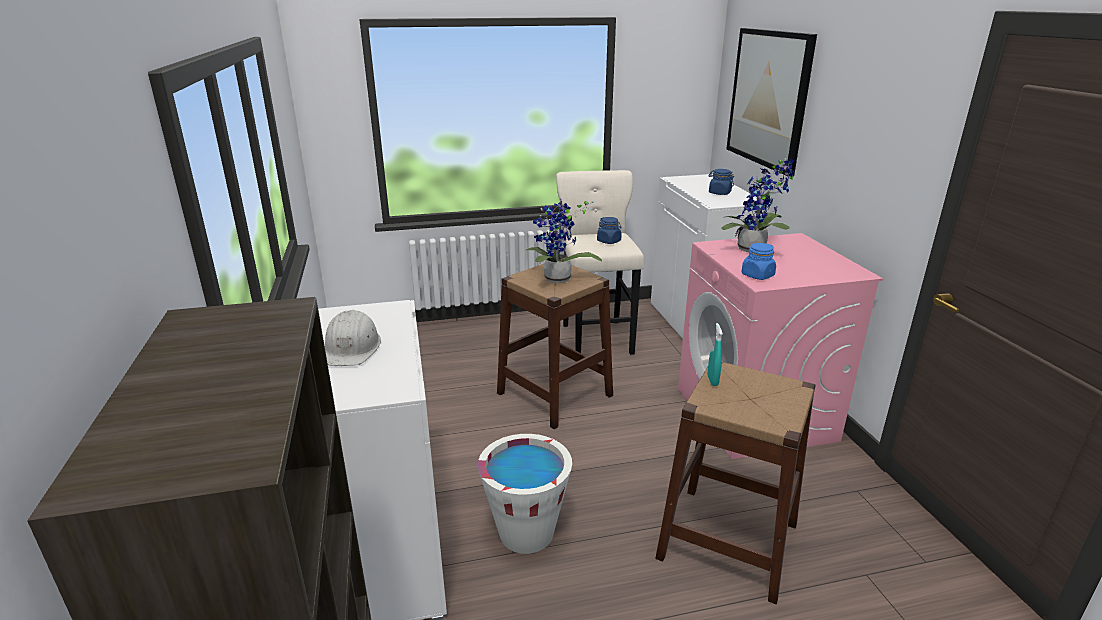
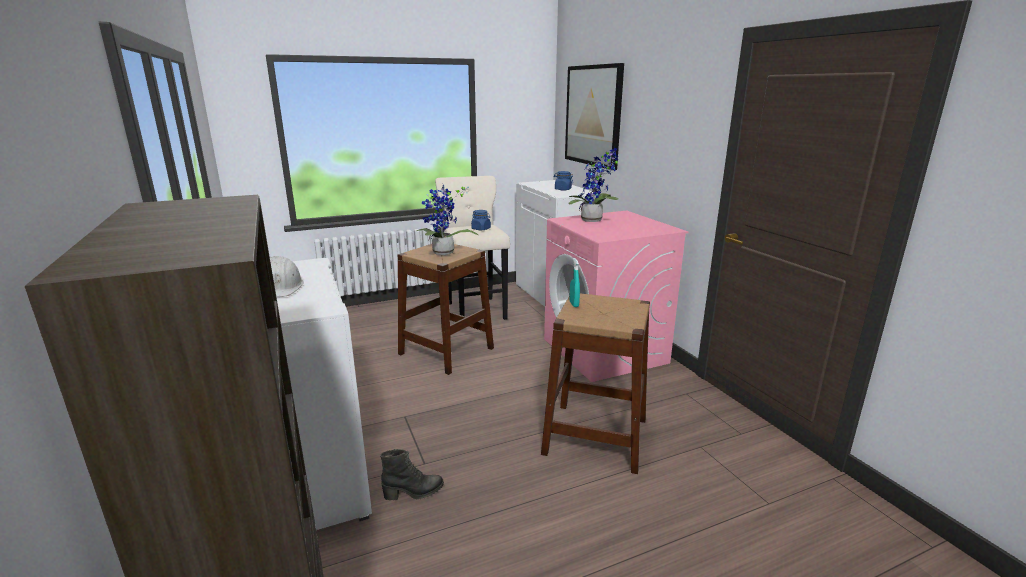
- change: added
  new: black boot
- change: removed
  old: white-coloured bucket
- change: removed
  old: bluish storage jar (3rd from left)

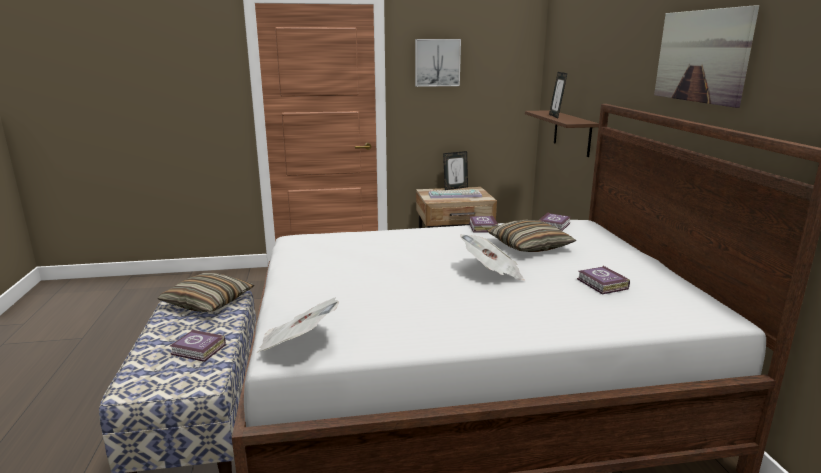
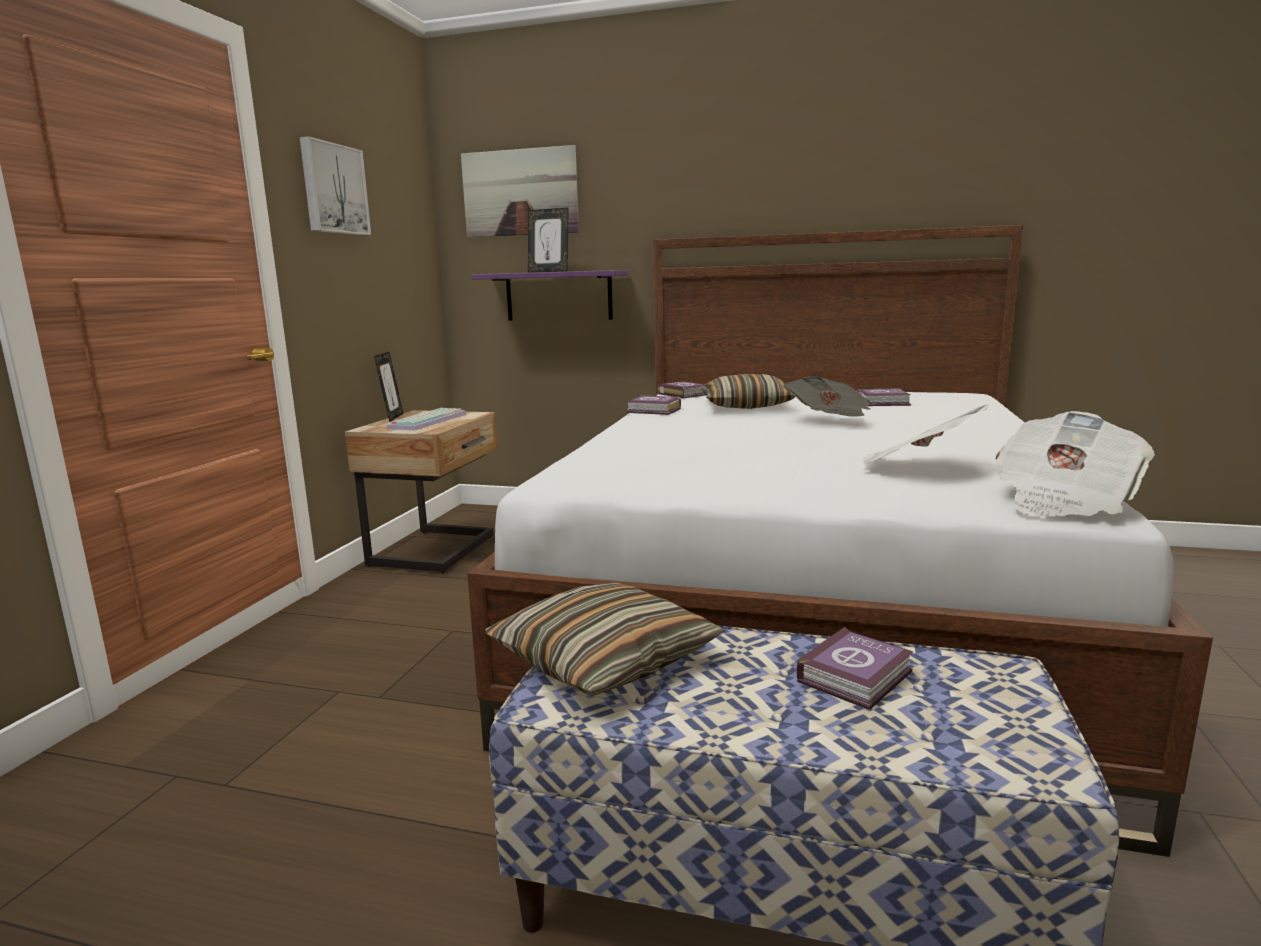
- change: moved
  old: wall art (2nd from left)
- change: recoloured
  old: brown shelf
  new: purple-coloured shelf
- change: added
  new: daily paper (2nd from left)

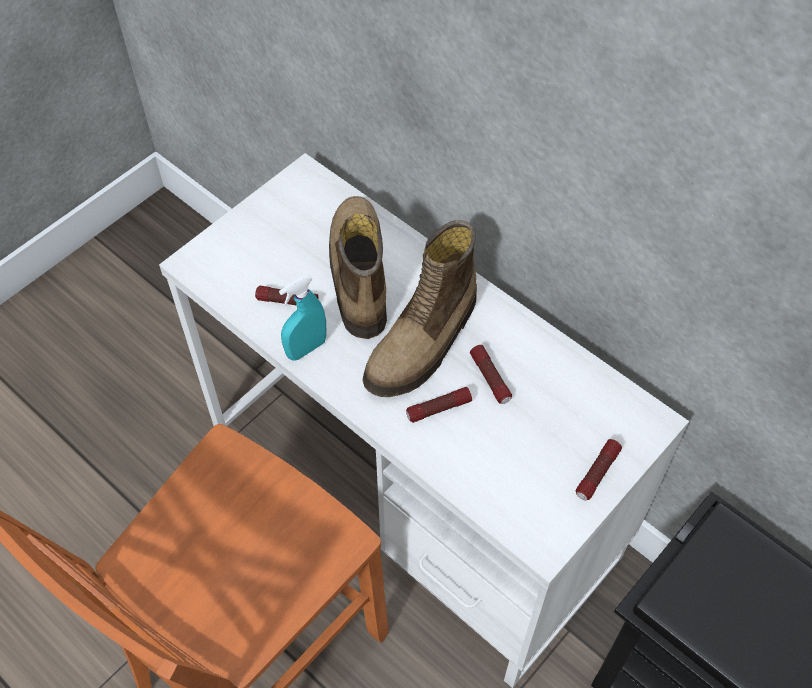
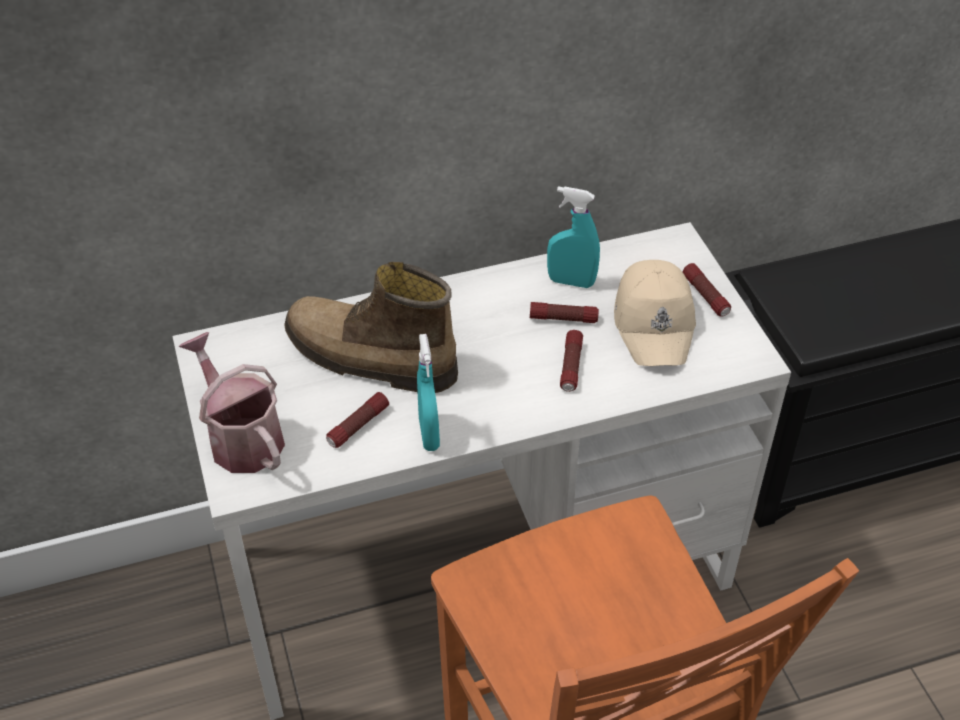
- change: added
  new: watering can
- change: added
  new: blue-green sprayer (2nd from left)
- change: added
  new: beige-coloured baseball cap
- change: removed
  old: boot (2nd from left)

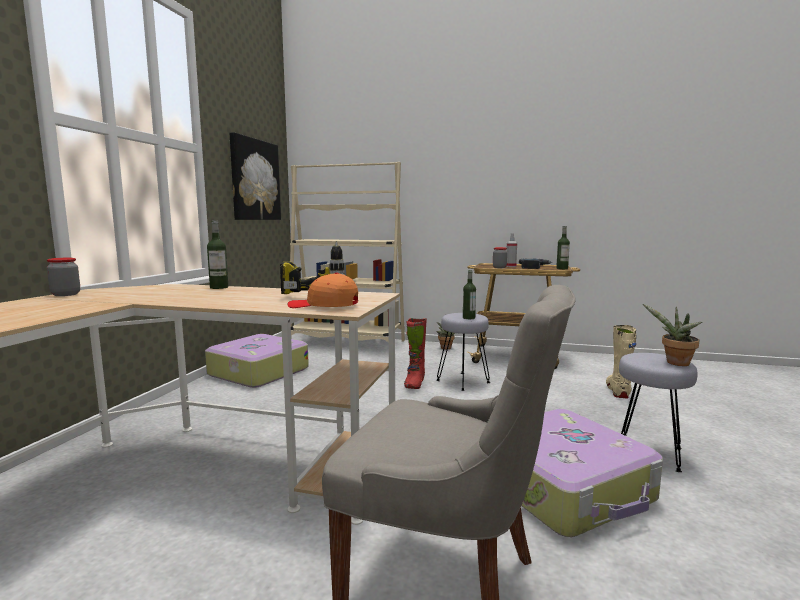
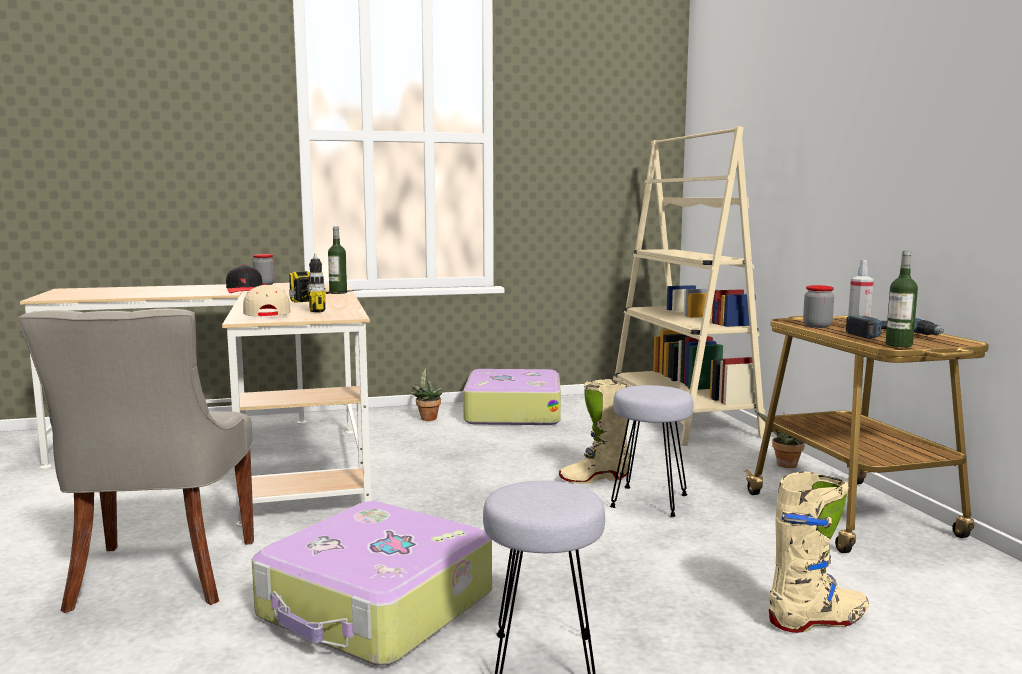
- change: added
  new: black baseball cap
- change: recoloured
  old: orange baseball cap
  new: beige-coloured baseball cap
- change: moved
  old: houseplant (2nd from left in the first image)
  new: houseplant (1st from left)
- change: recoloured
  old: reddish boot
  new: beige-coloured boot (1st from left)
- change: removed
  old: wall art
- change: removed
  old: bottle (2nd from left)

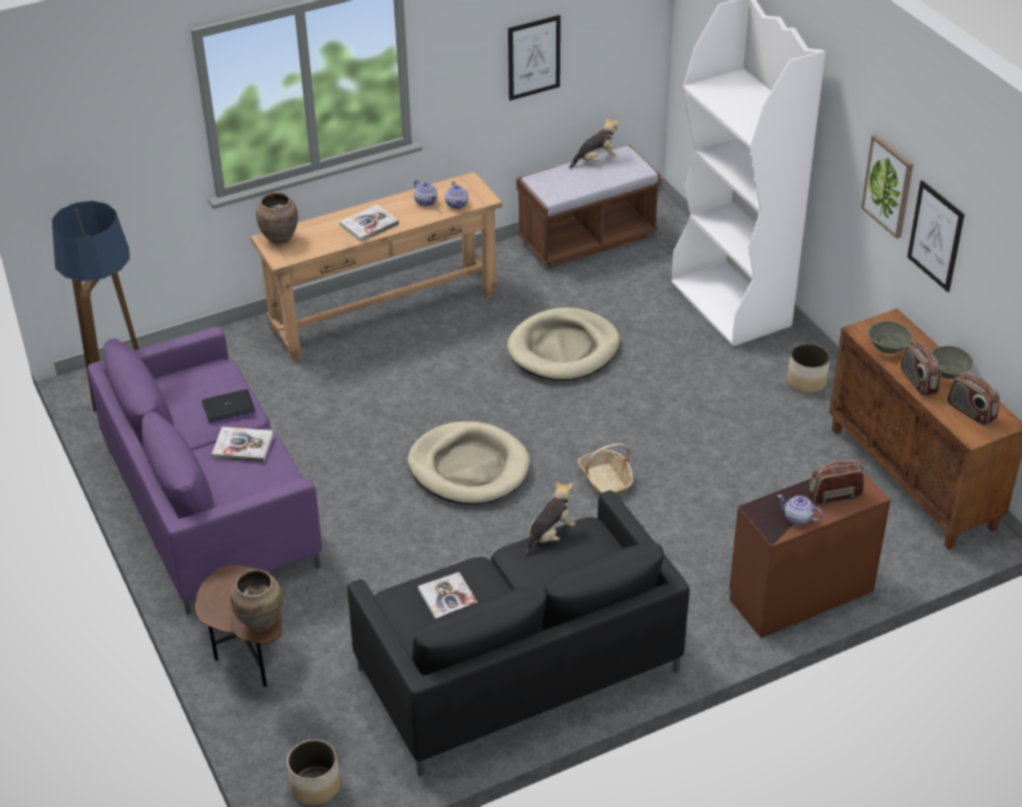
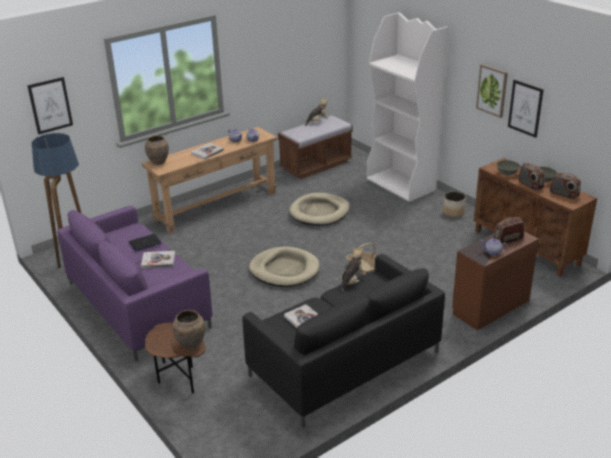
- change: moved
  old: wall art (1st from left)
- change: removed
  old: plant pot (1st from left)

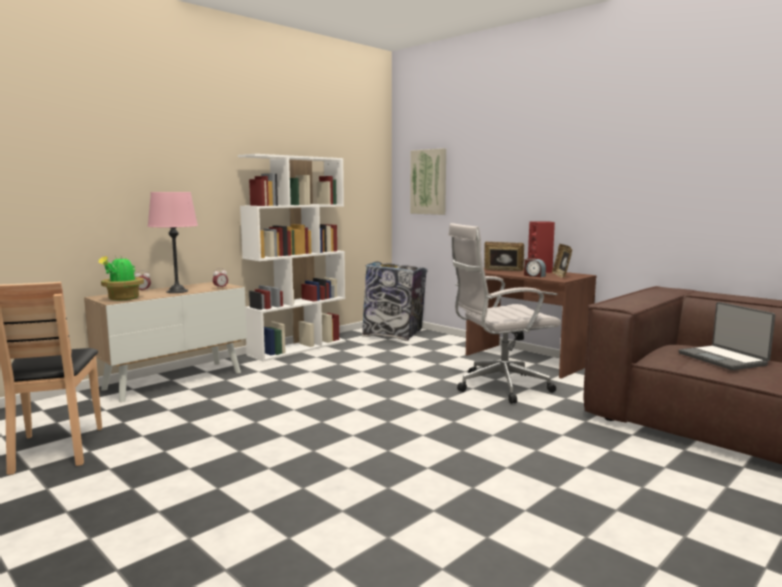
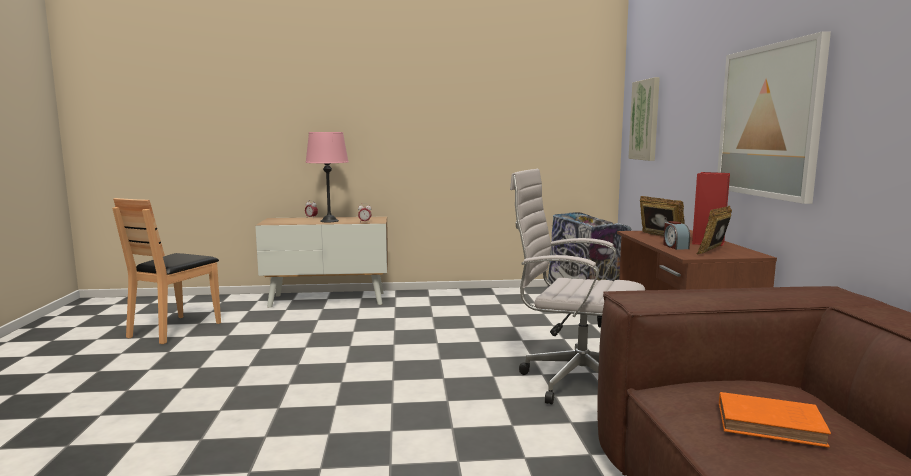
- change: added
  new: wall art (2nd from left)
- change: replaced
  old: notebook computer
  new: orange book
- change: removed
  old: houseplant
- change: removed
  old: white-coloured shelving unit

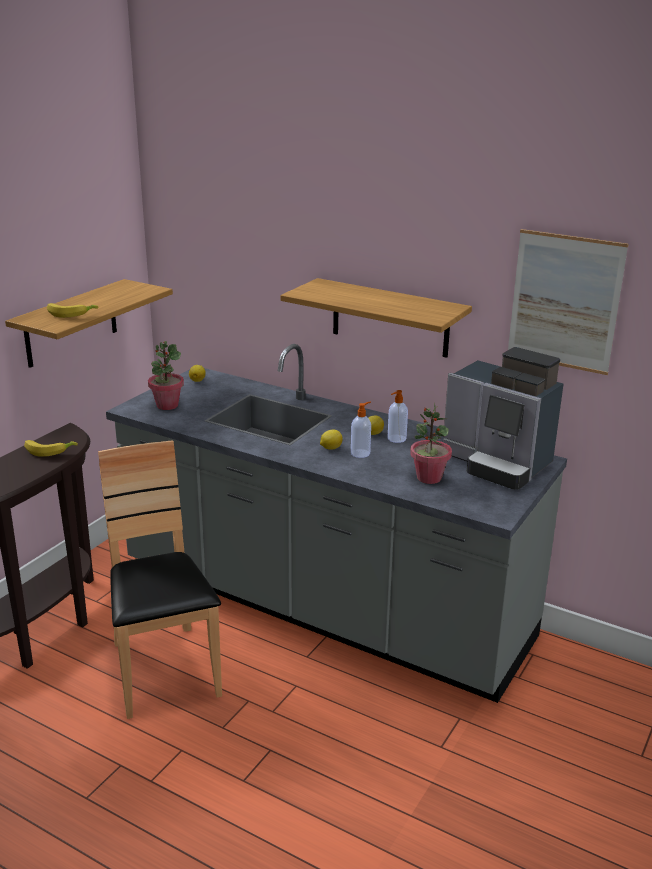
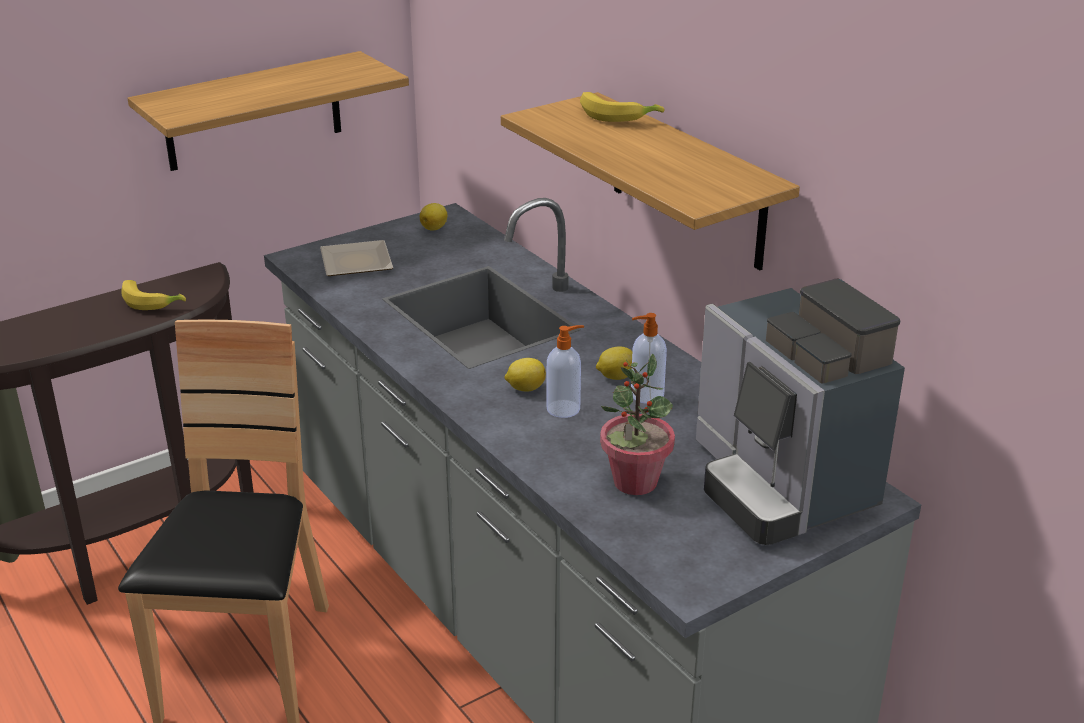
- change: replaced
  old: houseplant (1st from left)
  new: flat dish
- change: moved
  old: whole banana (2nd from left)
- change: removed
  old: wall art

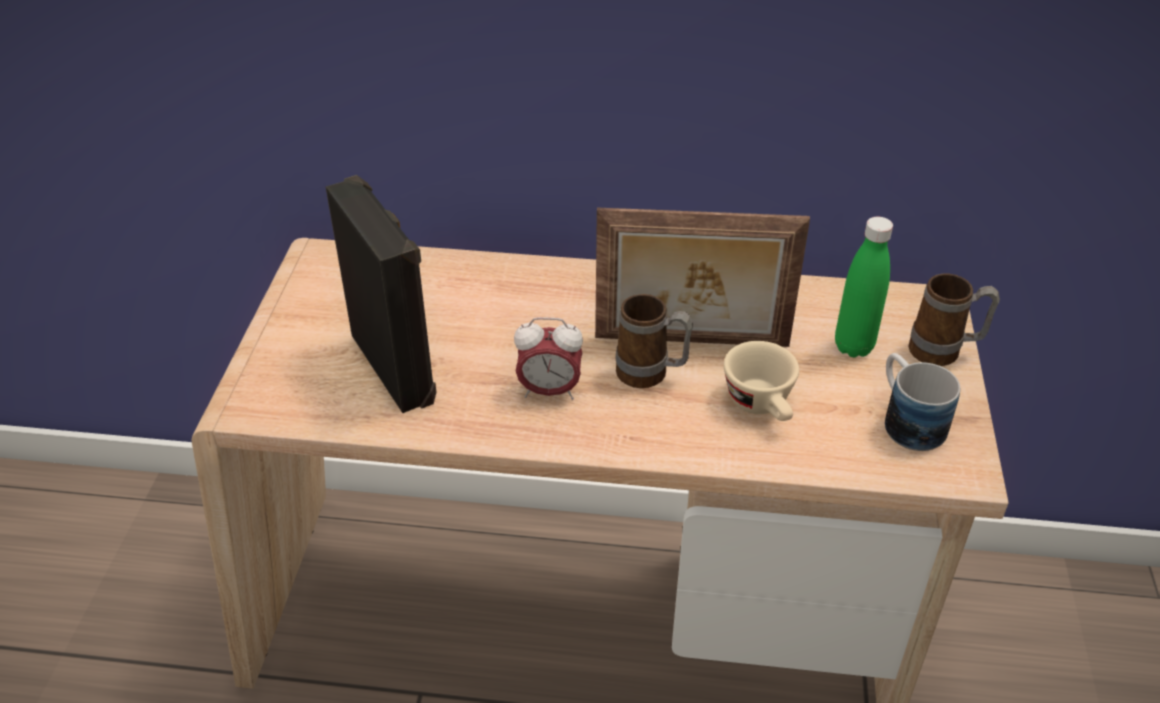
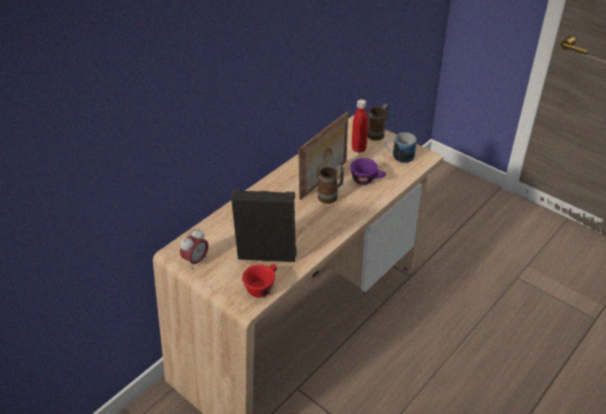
- change: moved
  old: bedside clock
- change: added
  new: reddish small cup
- change: recoloured
  old: beige-coloured small cup
  new: purple-coloured small cup
- change: recoloured
  old: greenish bottle
  new: reddish bottle

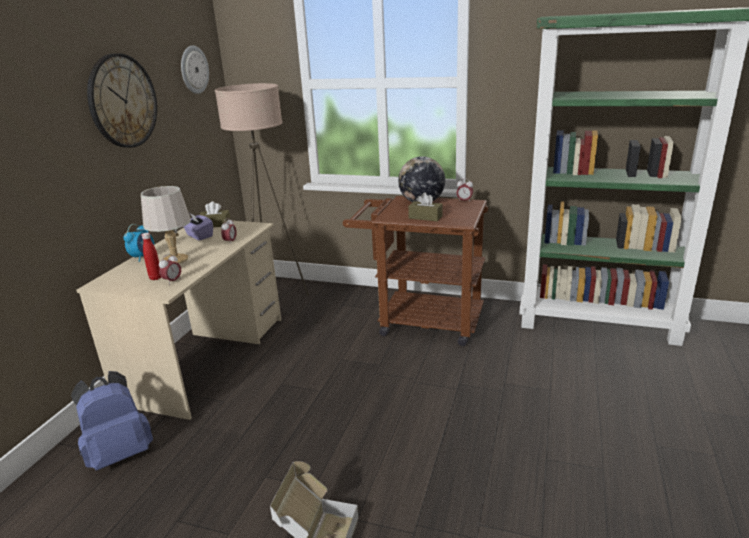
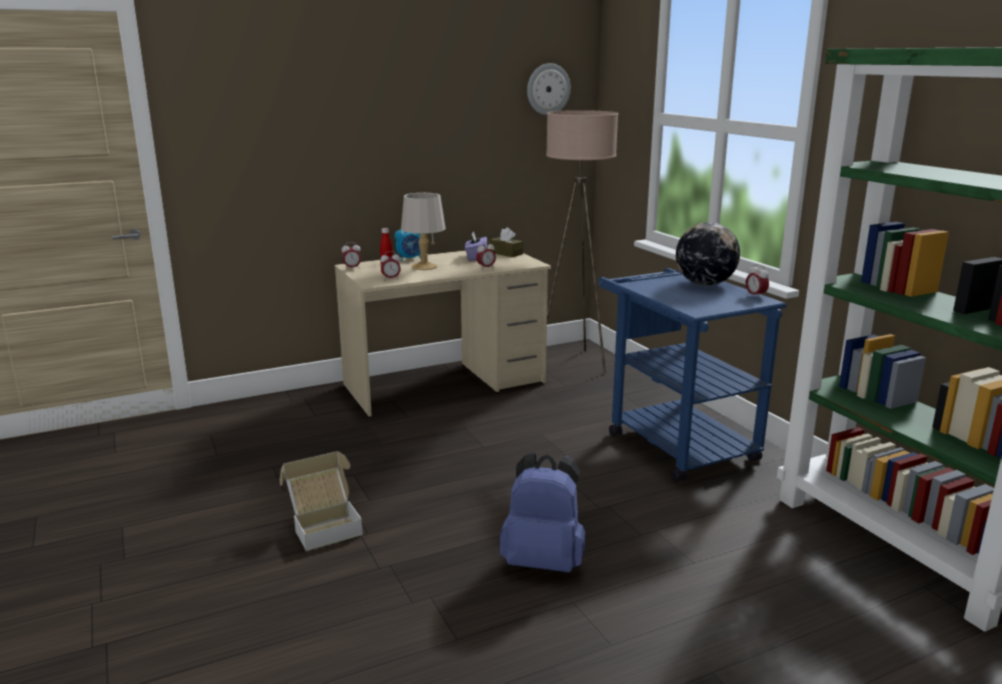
- change: added
  new: bedside clock (1st from left)
- change: moved
  old: bluish rucksack
- change: recoloured
  old: brown wheeled cart
  new: bluish wheeled cart
- change: removed
  old: clock on the wall (1st from left)
- change: removed
  old: brown tissue holder (2nd from left)

